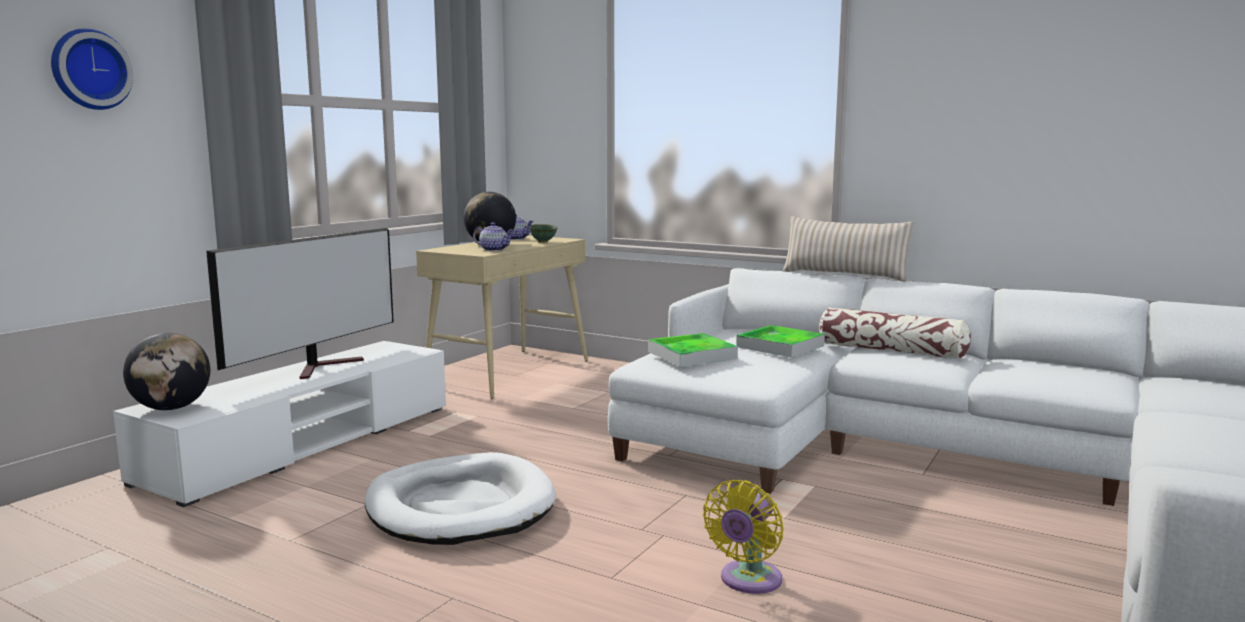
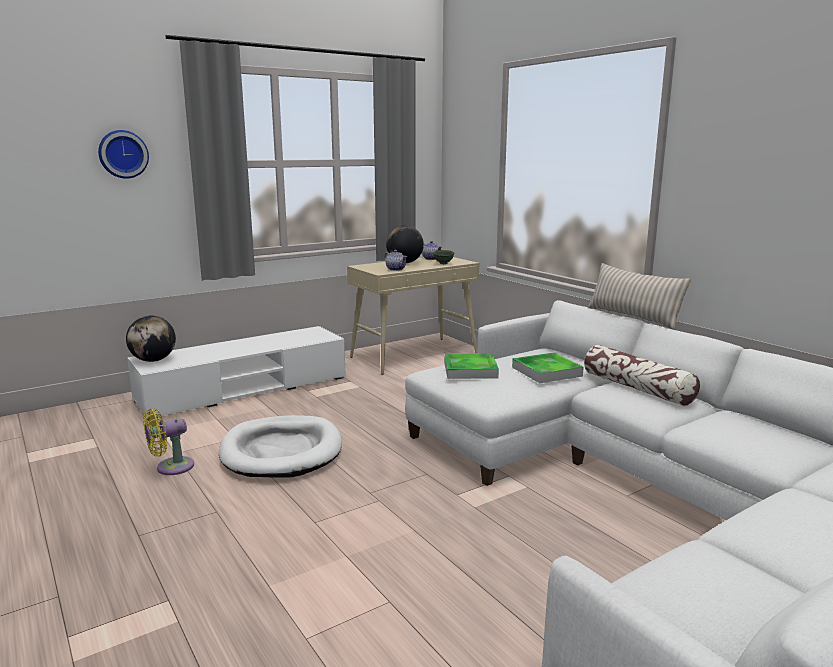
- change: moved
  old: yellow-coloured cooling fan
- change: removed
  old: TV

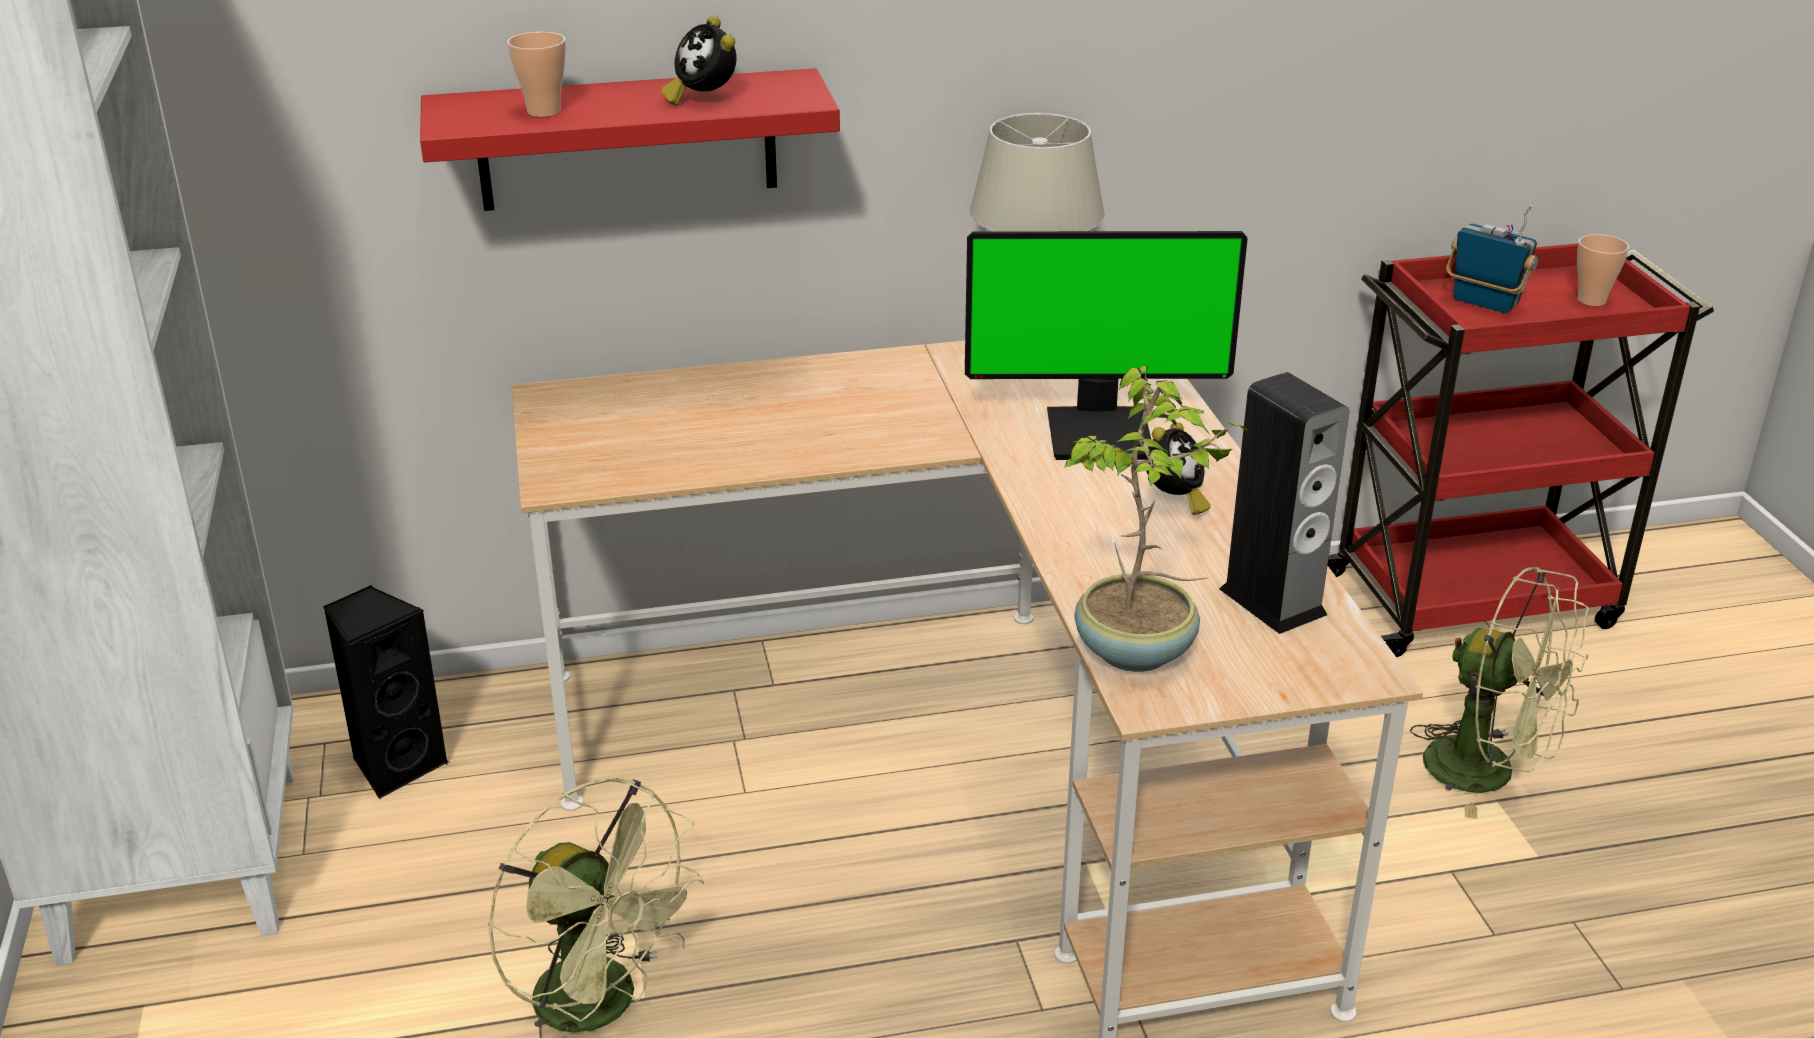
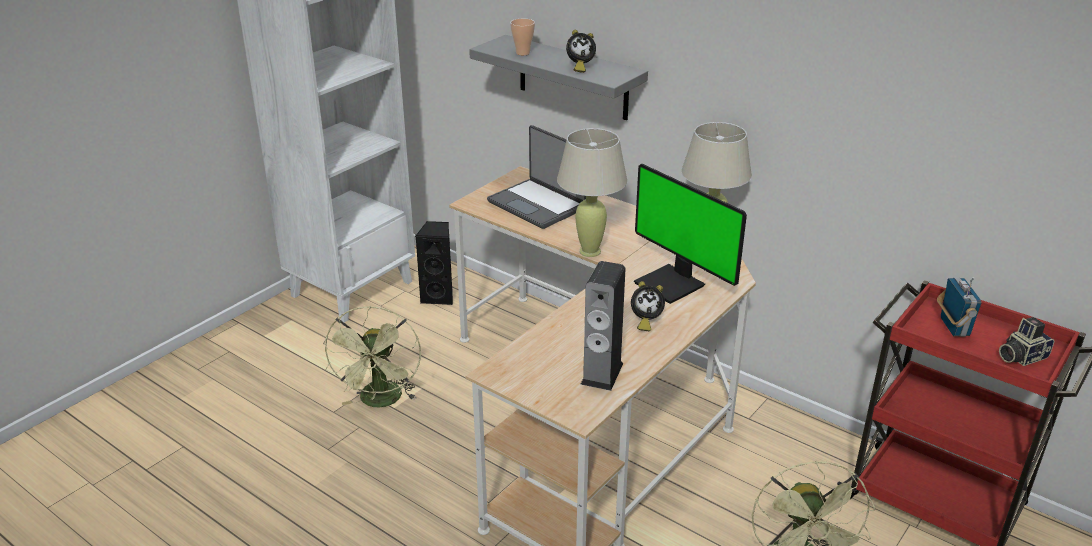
- change: recoloured
  old: reddish shelf
  new: grey shelf
- change: added
  new: notebook computer
- change: added
  new: beige-coloured lamp for a table (1st from left)
- change: turned
  old: bedside clock (1st from left)
  degrees: -120
- change: replaced
  old: small cup (2nd from left)
  new: still camera
- change: removed
  old: houseplant

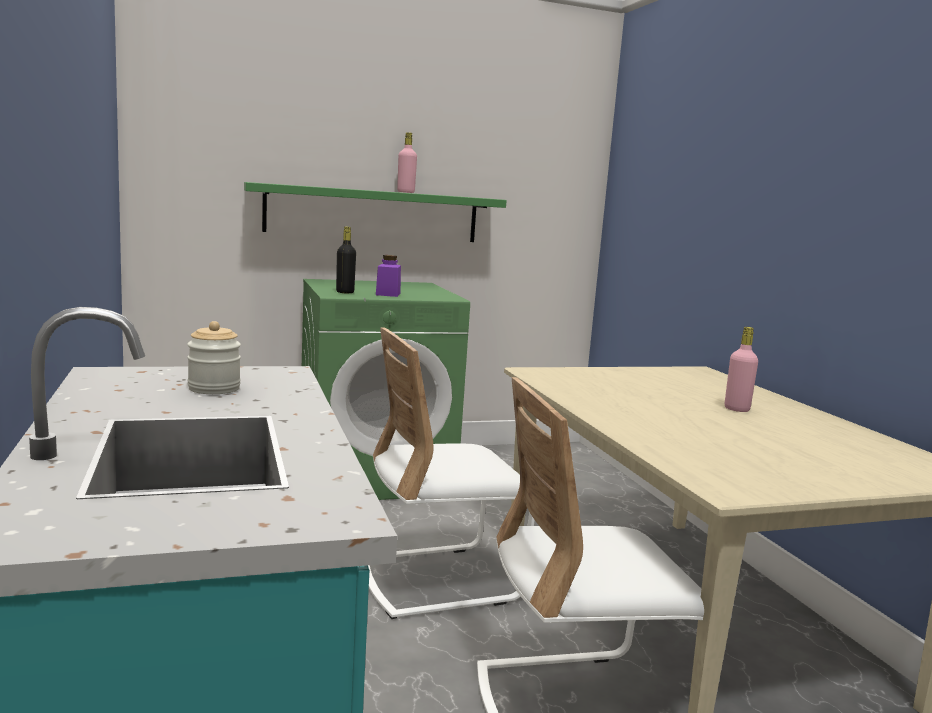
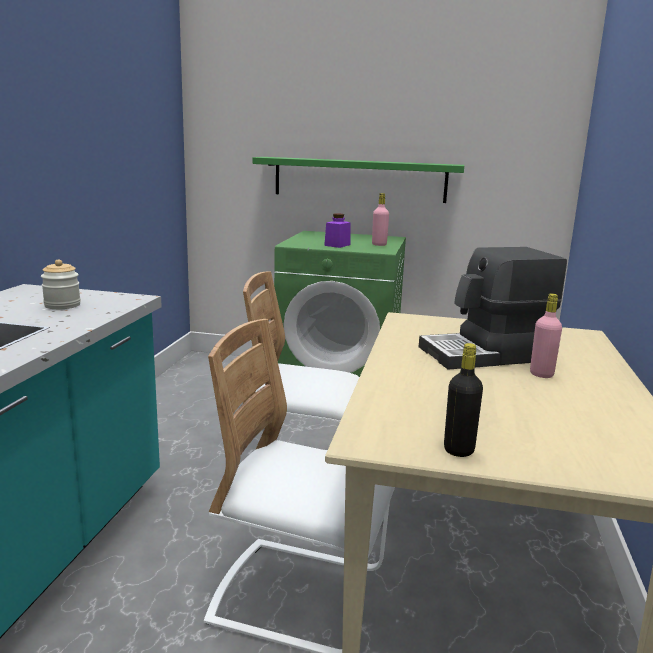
- change: moved
  old: pink-coloured bottle (1st from left)
- change: added
  new: coffee brewer
- change: moved
  old: black bottle

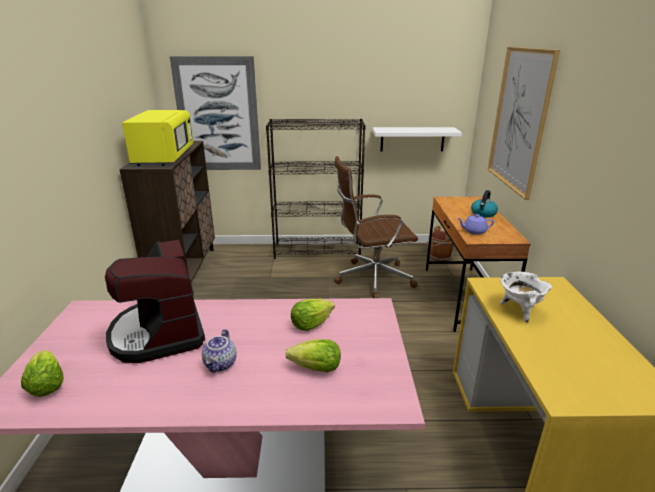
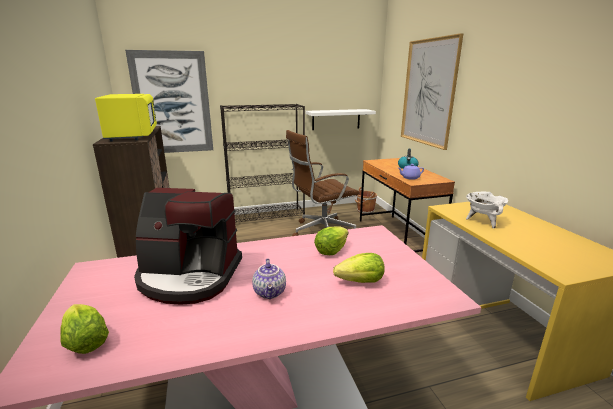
- change: turned
  old: coffee brewer
  degrees: -45

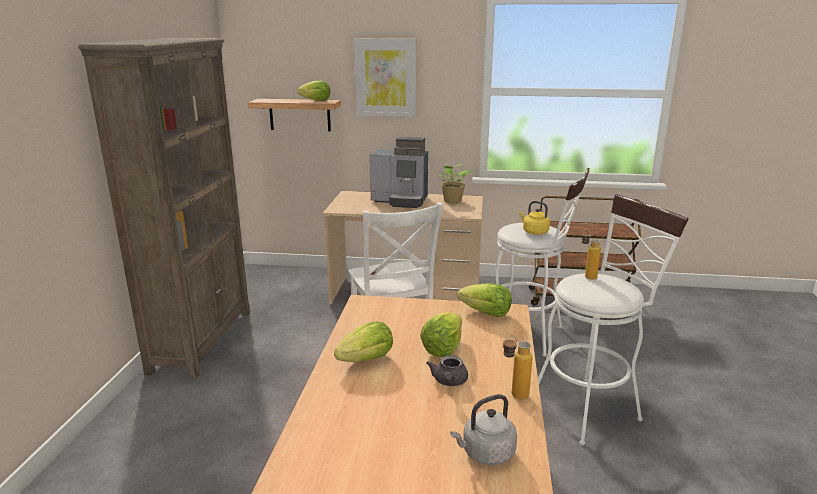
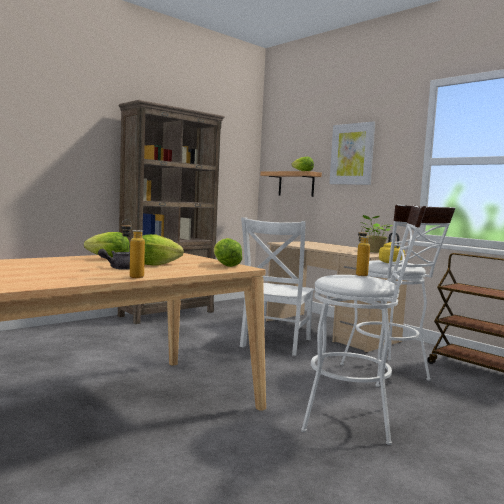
- change: removed
  old: coffee brewer
- change: removed
  old: grey water kettle

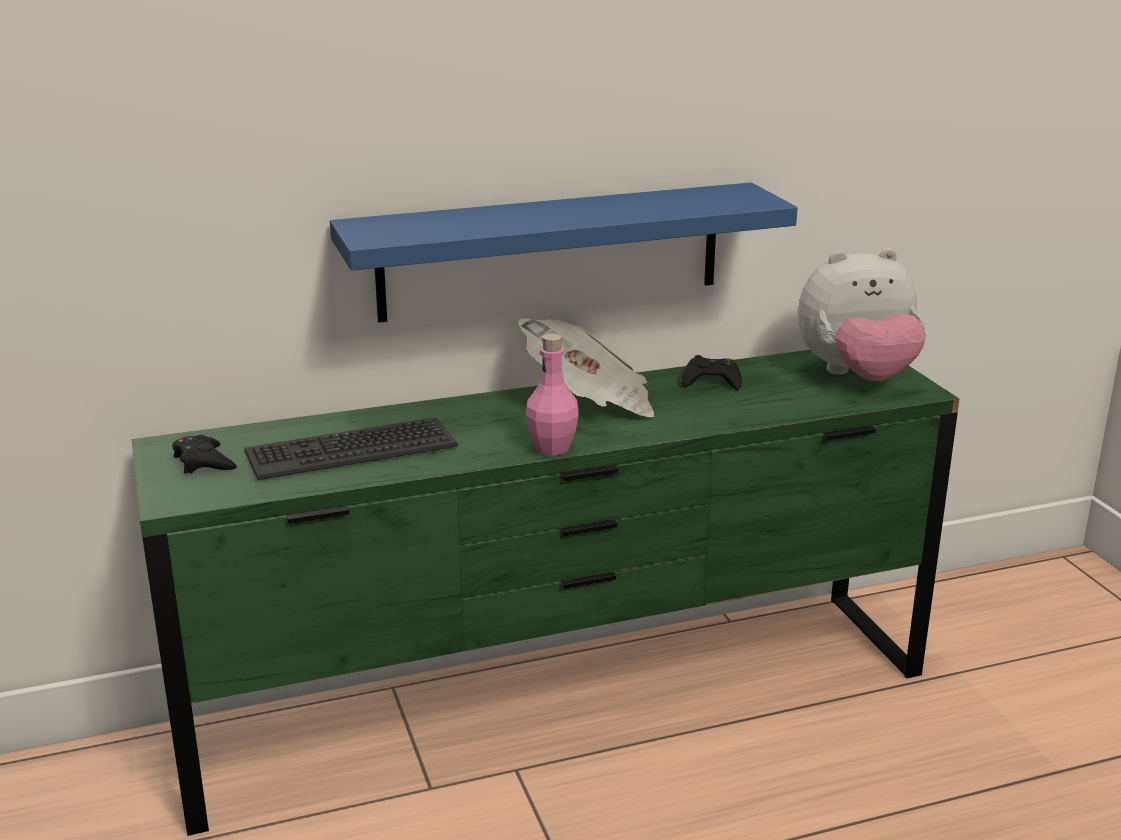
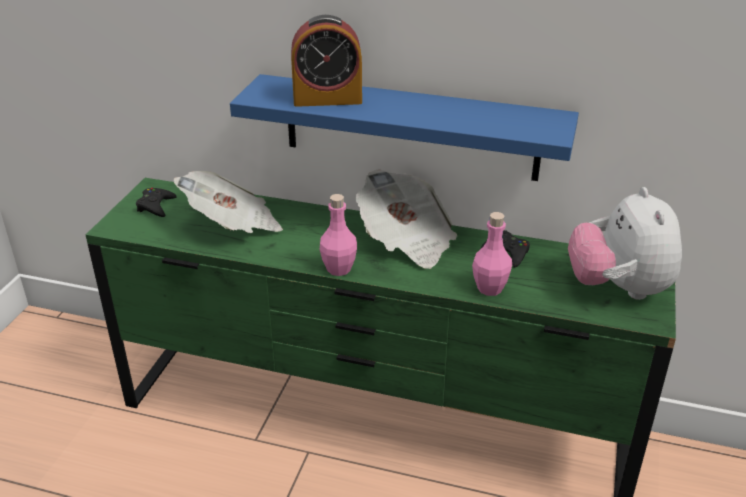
- change: replaced
  old: PC keyboard
  new: daily paper (1st from left)
- change: added
  new: bedside clock
- change: added
  new: pink-coloured bottle (2nd from left)
- change: turned
  old: soft toy
  degrees: 60

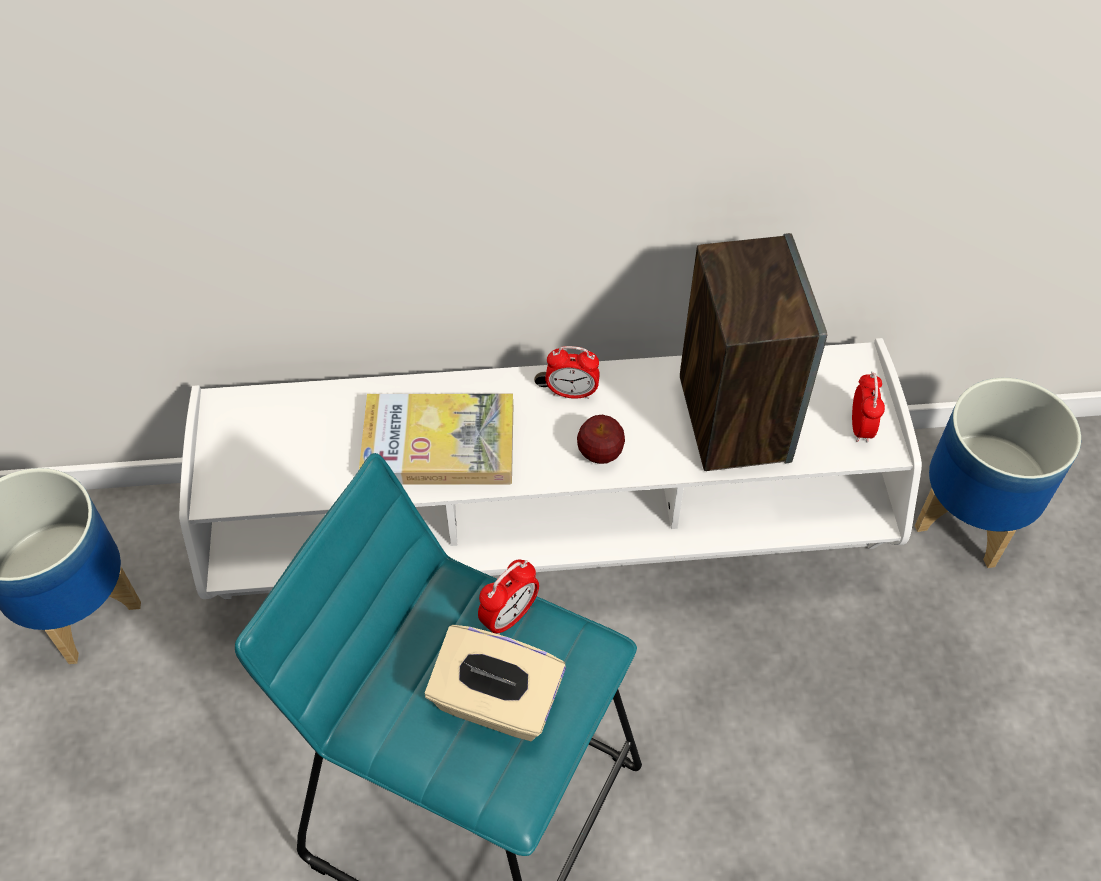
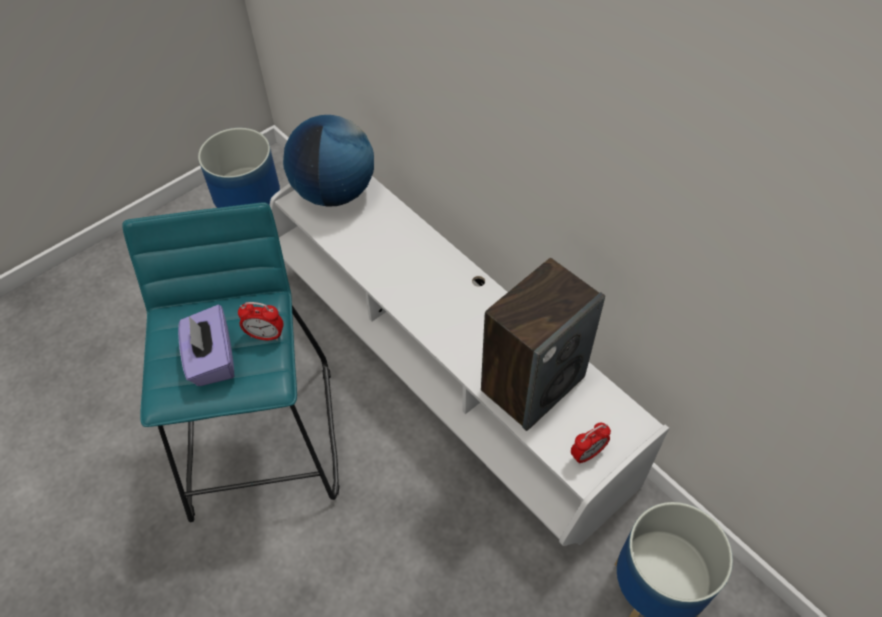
- change: recoloured
  old: beige-coloured tissue holder
  new: purple-coloured tissue holder
- change: added
  new: world globe
- change: removed
  old: book
- change: removed
  old: bedside clock (2nd from left)
- change: removed
  old: whole apple

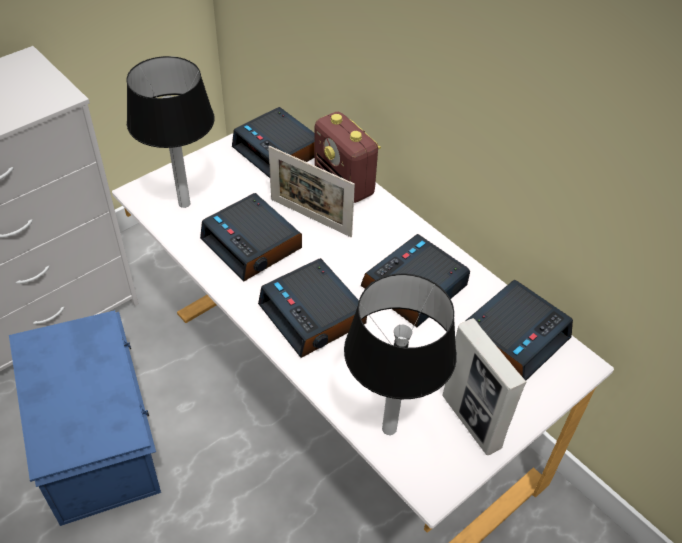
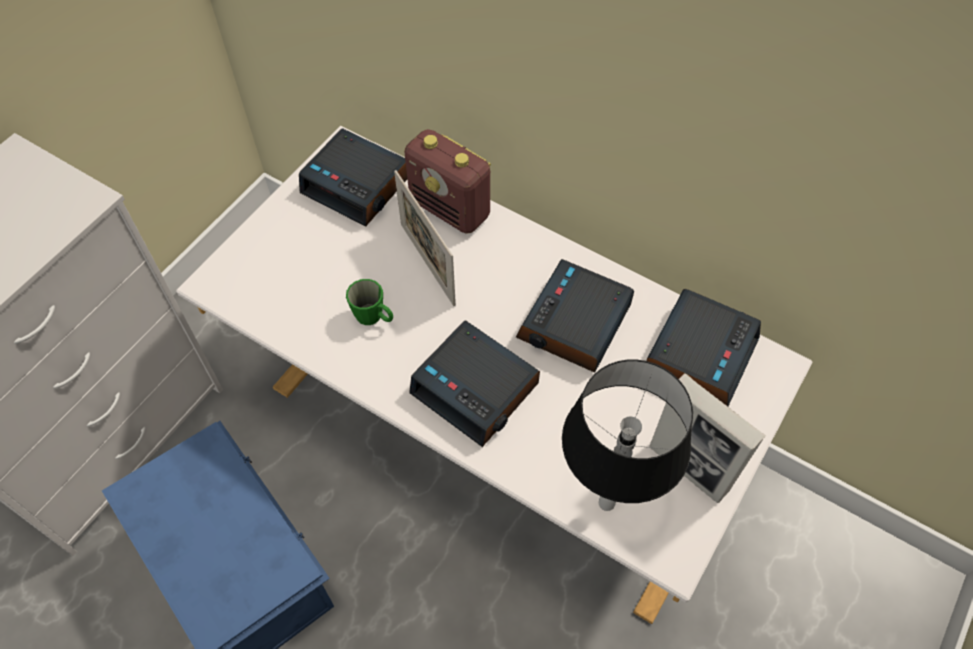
- change: replaced
  old: bedside clock (1st from left)
  new: greenish mug
- change: turned
  old: photo frame (1st from left)
  degrees: 45
- change: removed
  old: lamp for a table (1st from left)

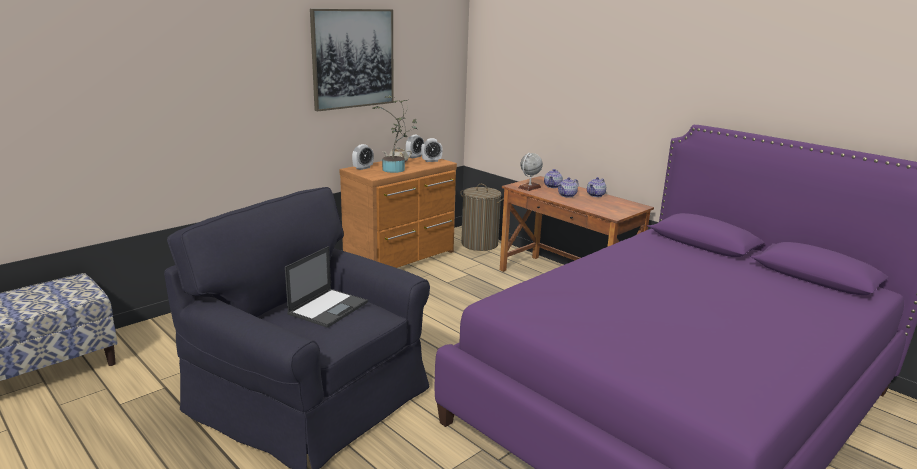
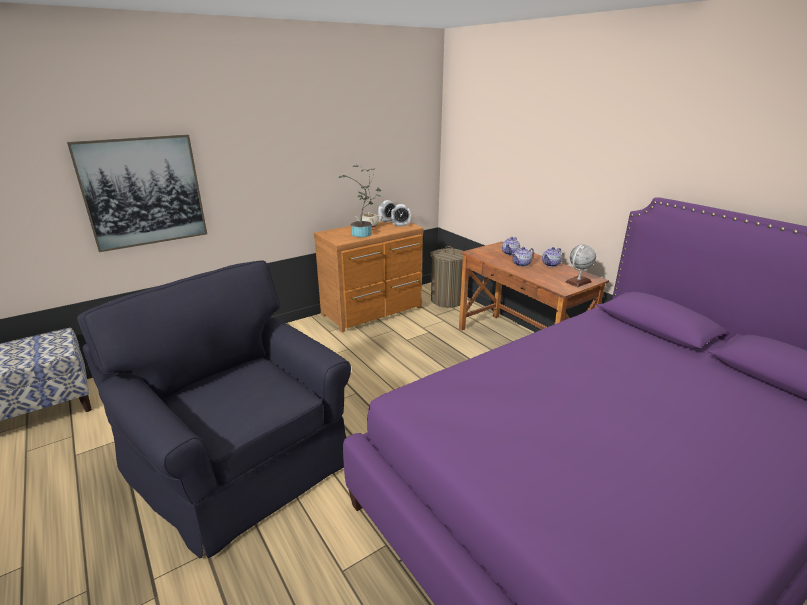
- change: moved
  old: wall art
- change: moved
  old: world globe
- change: removed
  old: notebook computer
- change: removed
  old: bedside clock (1st from left)

